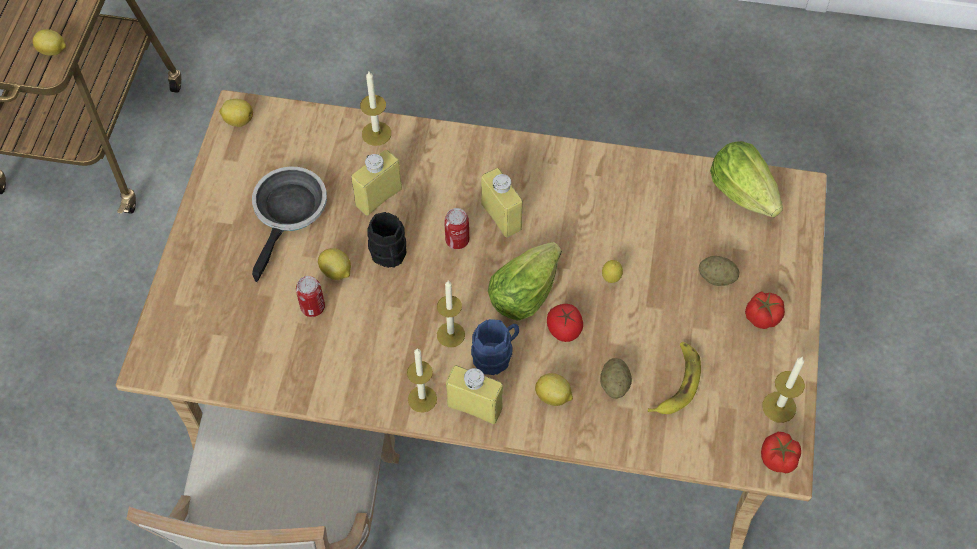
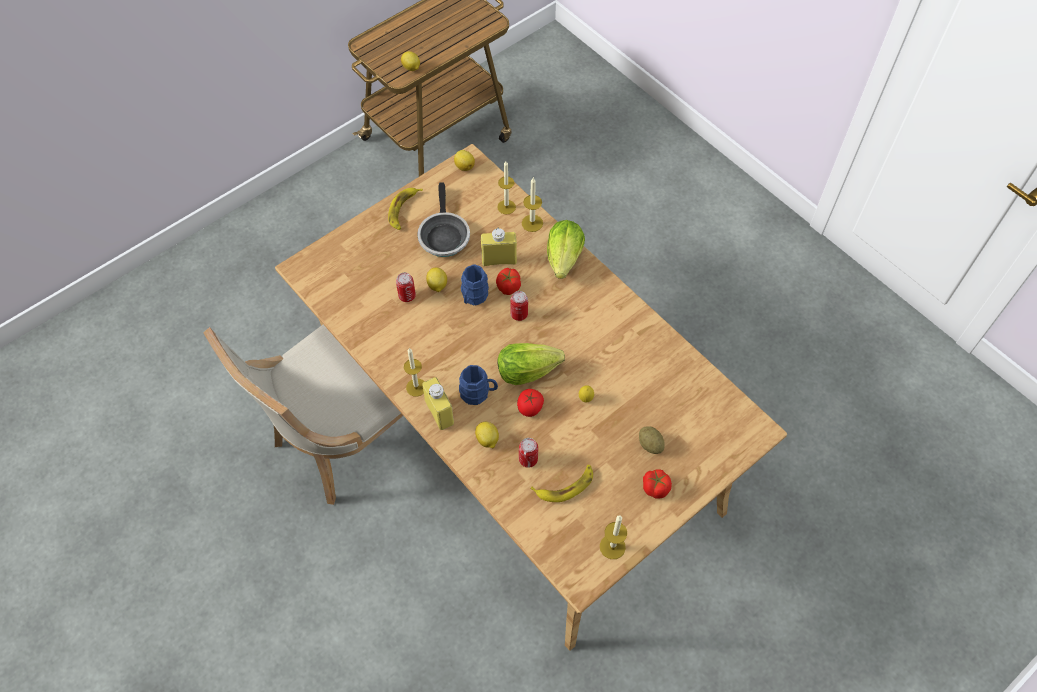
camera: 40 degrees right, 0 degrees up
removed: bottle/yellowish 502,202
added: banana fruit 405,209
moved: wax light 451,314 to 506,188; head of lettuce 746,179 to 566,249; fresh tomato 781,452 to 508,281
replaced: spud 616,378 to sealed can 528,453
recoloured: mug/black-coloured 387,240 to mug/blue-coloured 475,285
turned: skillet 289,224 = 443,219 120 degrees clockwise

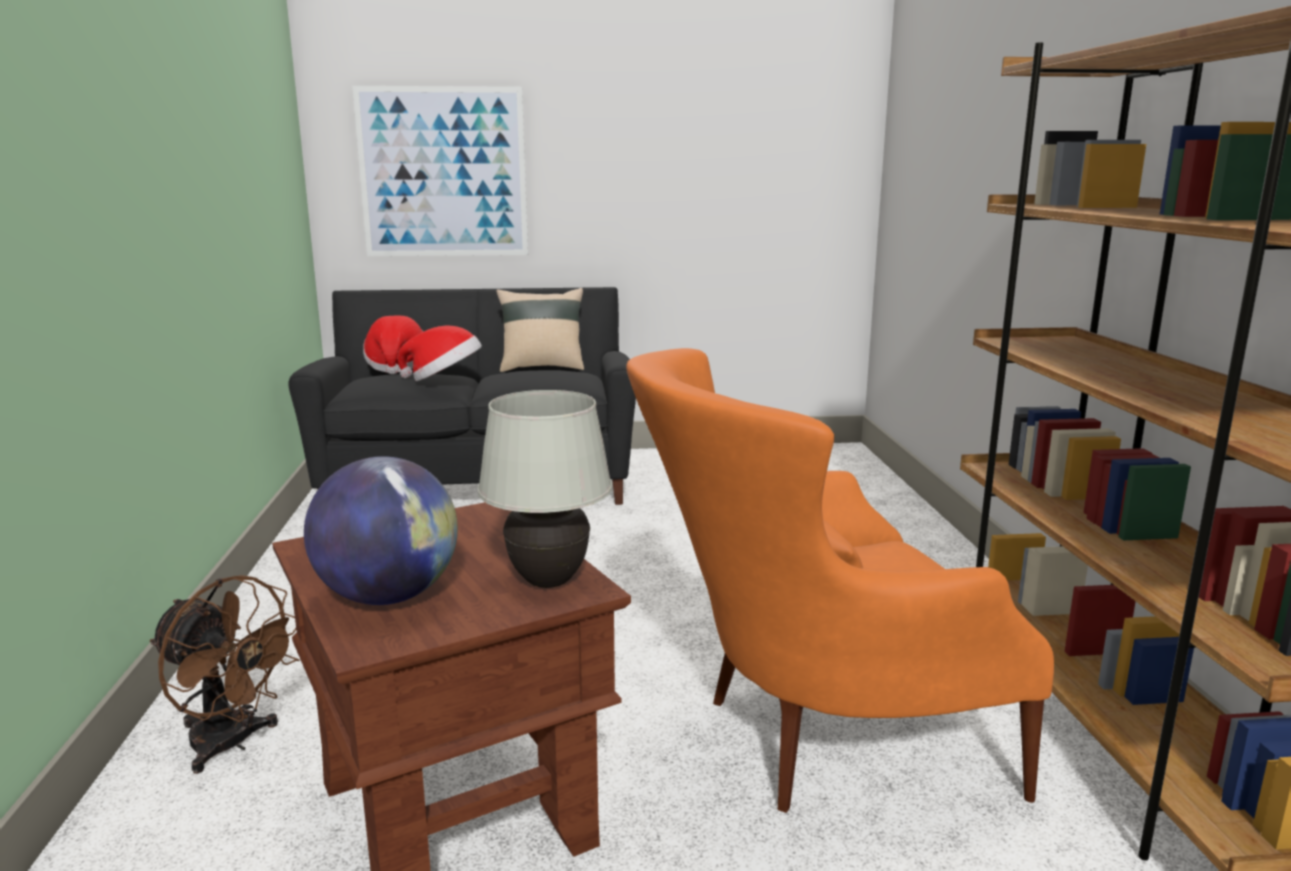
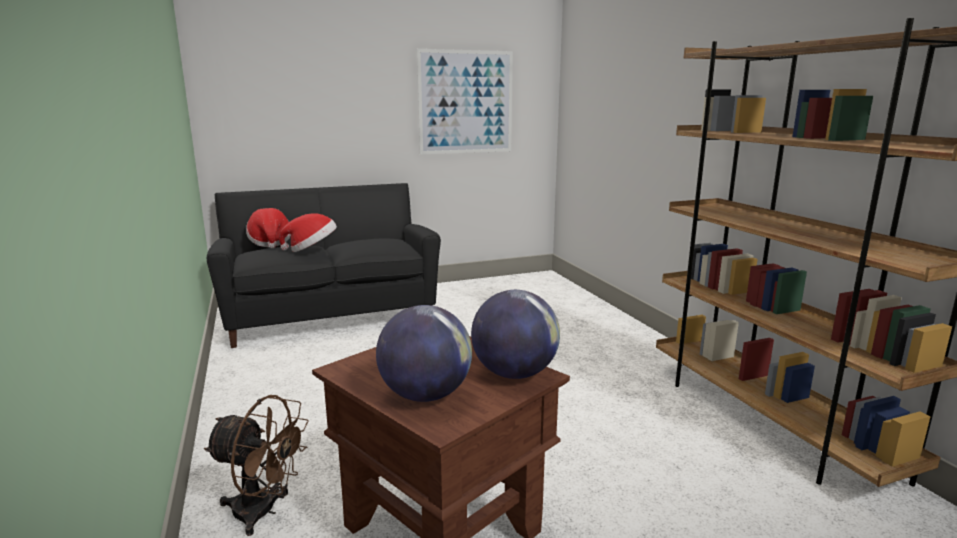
camera: 15 degrees left, 0 degrees up
removed: throw pillow/sand-coloured 540,330; armchair/orangey 840,580
moved: wall picture 440,171 to 465,101
replaced: tabletop lamp/whitish 545,489 to globe 515,334

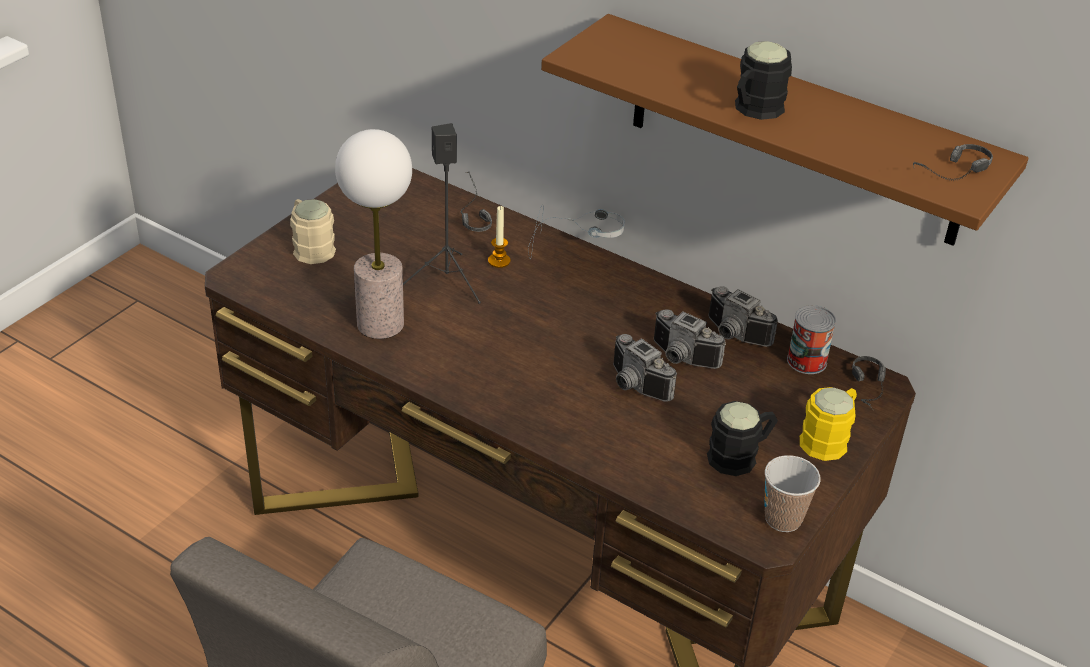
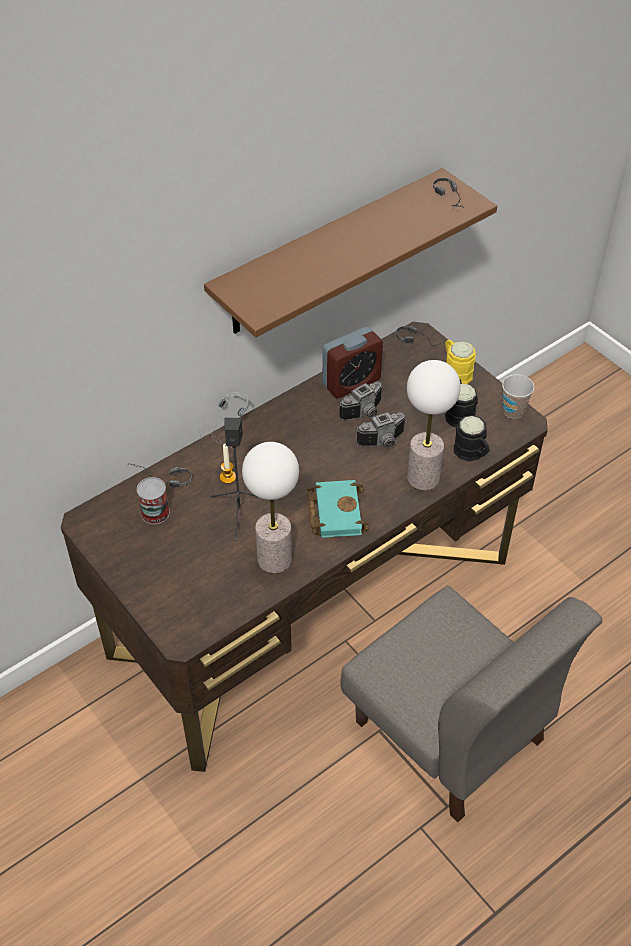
camera: 70 degrees left, 10 degrees up
removed: mug/sand-coloured 313,231
added: book/blue-green 338,509; tabletop lamp 434,425
moved: mug/black-coloured 763,80 to 472,438; sealed can 811,339 to 153,500
replaced: still camera 743,316 to bedside clock 352,362

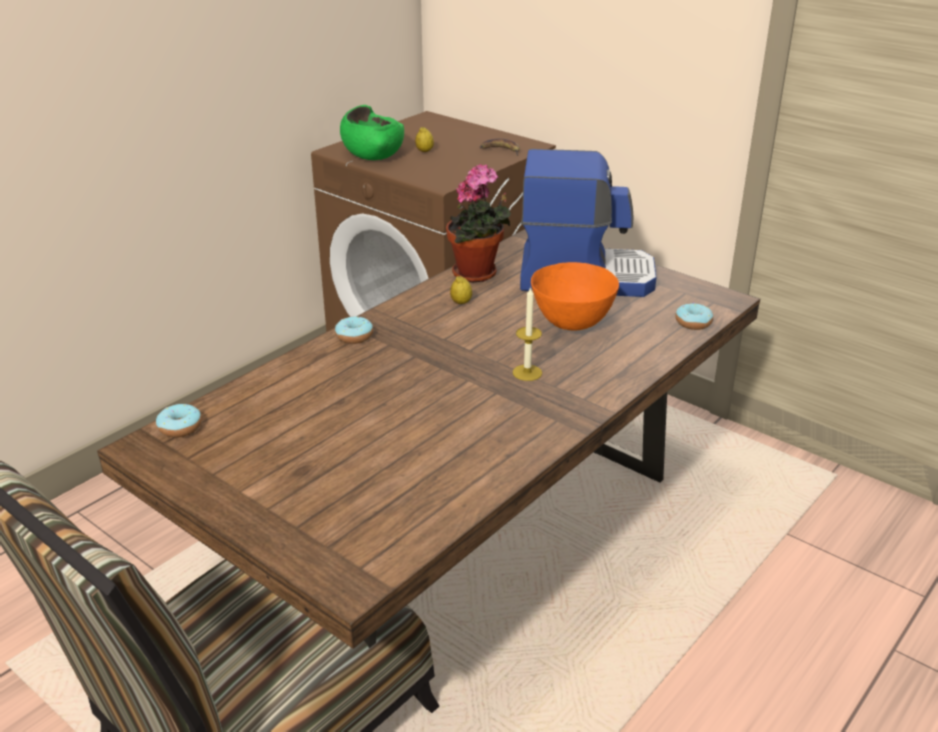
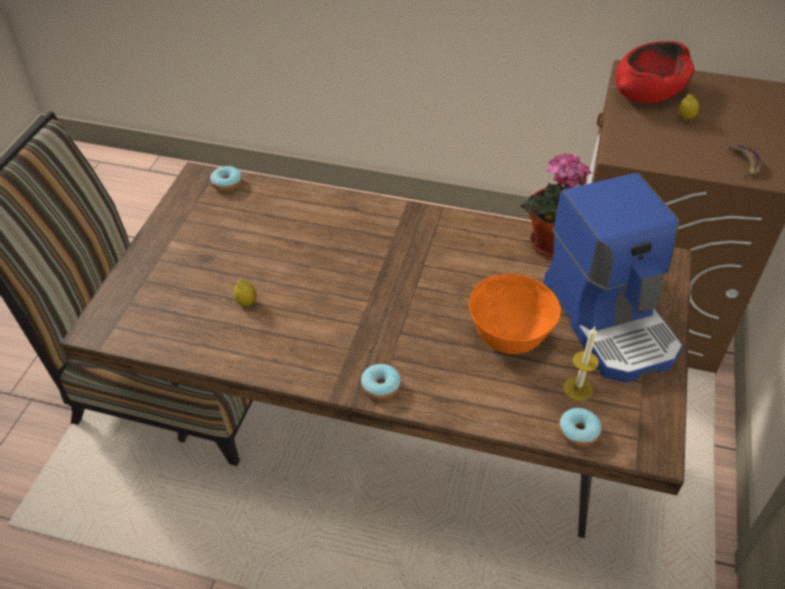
camera: 65 degrees right, 15 degrees up
moved: doughnut 354,330 to 381,382; citrus fruit 461,290 to 245,292; wax light 527,334 to 581,364
recoloured: bowl/green 372,132 to bowl/reddish 655,72

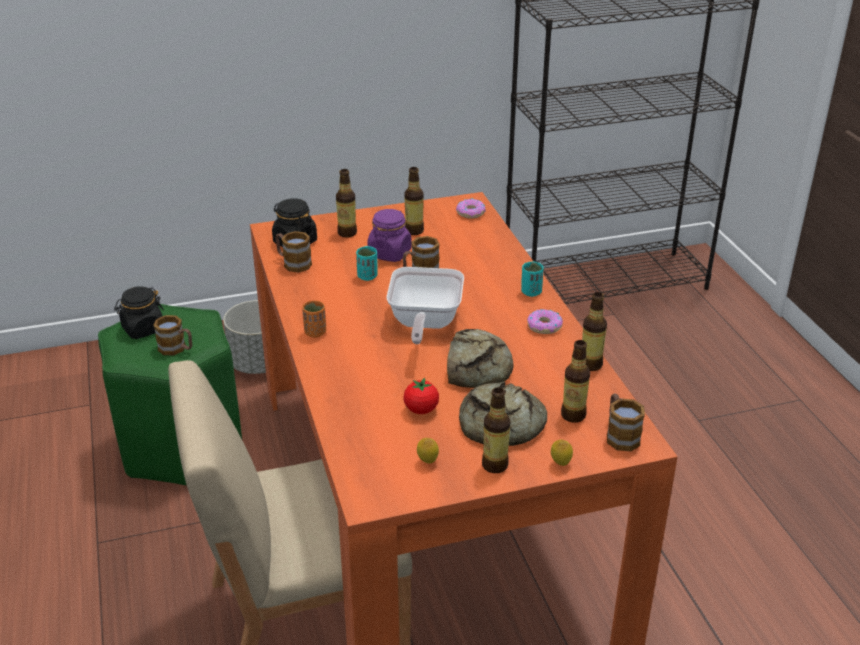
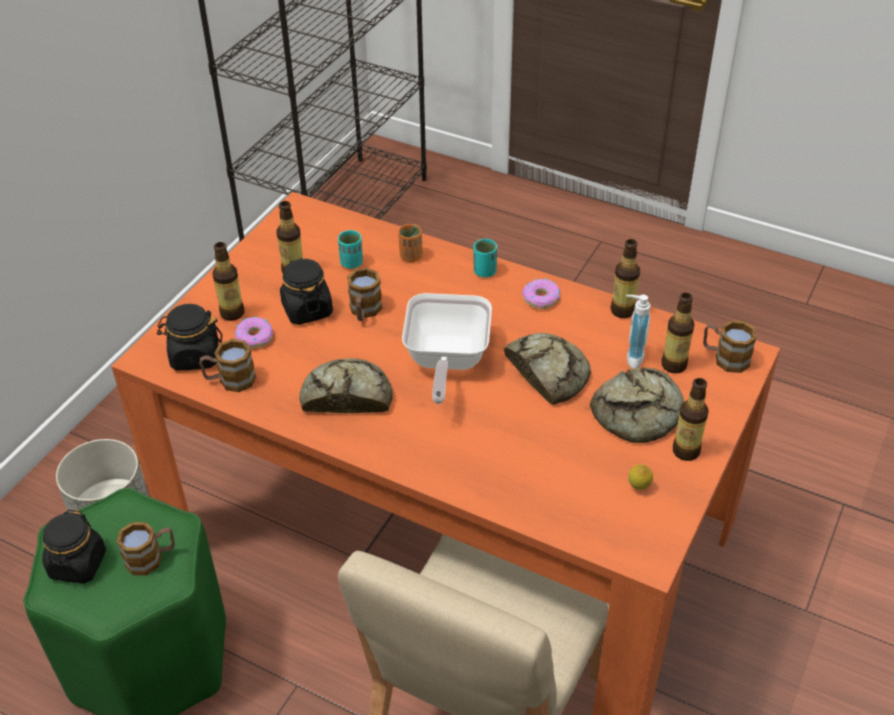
camera: 45 degrees left, 10 degrees up
removed: fresh tomato 421,396; citrus fruit 562,452
added: bakery bread 346,385; soap bottle 638,332
moved: small cup/orangey 314,319 to 410,243; small cup/blue-green 366,263 to 350,249; doughnut 471,208 to 254,332
recoloured: jar/purple-coloured 389,235 to jar/black-coloured 306,291
turned: skillet 425,305 = 447,348 45 degrees clockwise

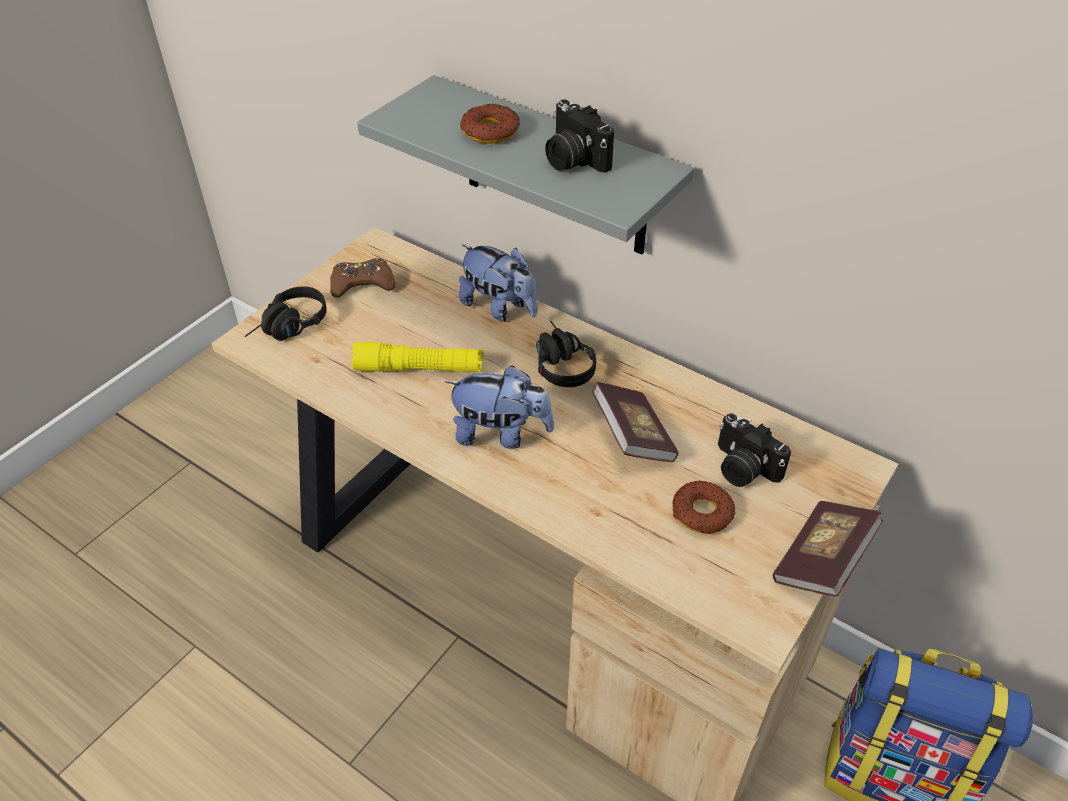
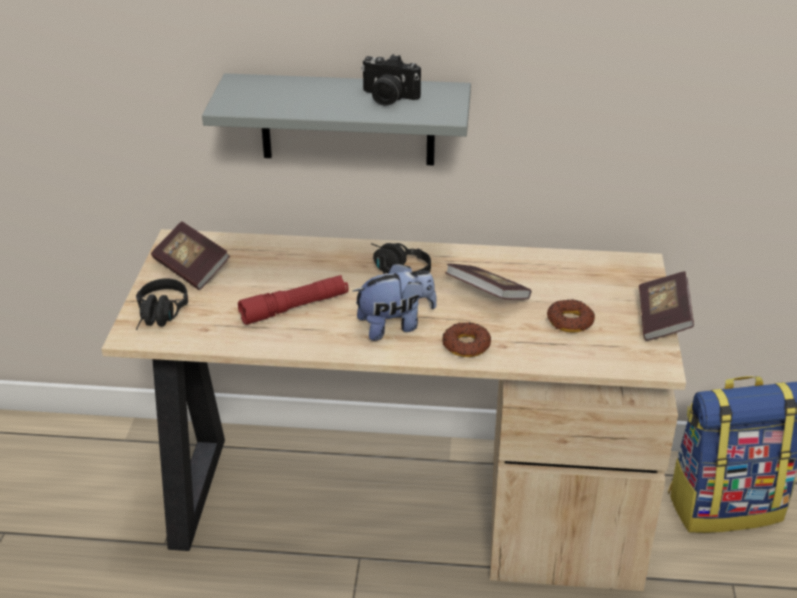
camera: 30 degrees left, 10 degrees down
removed: cuddly toy 498,283; still camera 754,450
moved: doughnut 490,124 to 466,339
replaced: gamepad/brownish 362,277 to book 190,255
recoloured: flashlight/yellowish 417,357 to flashlight/reddish 293,300

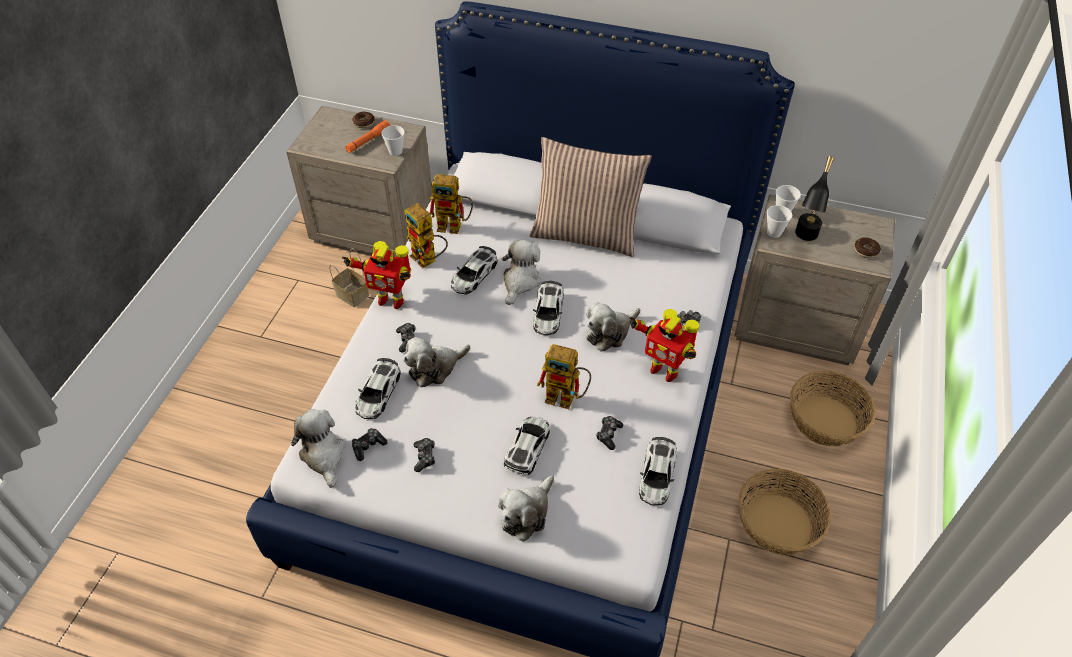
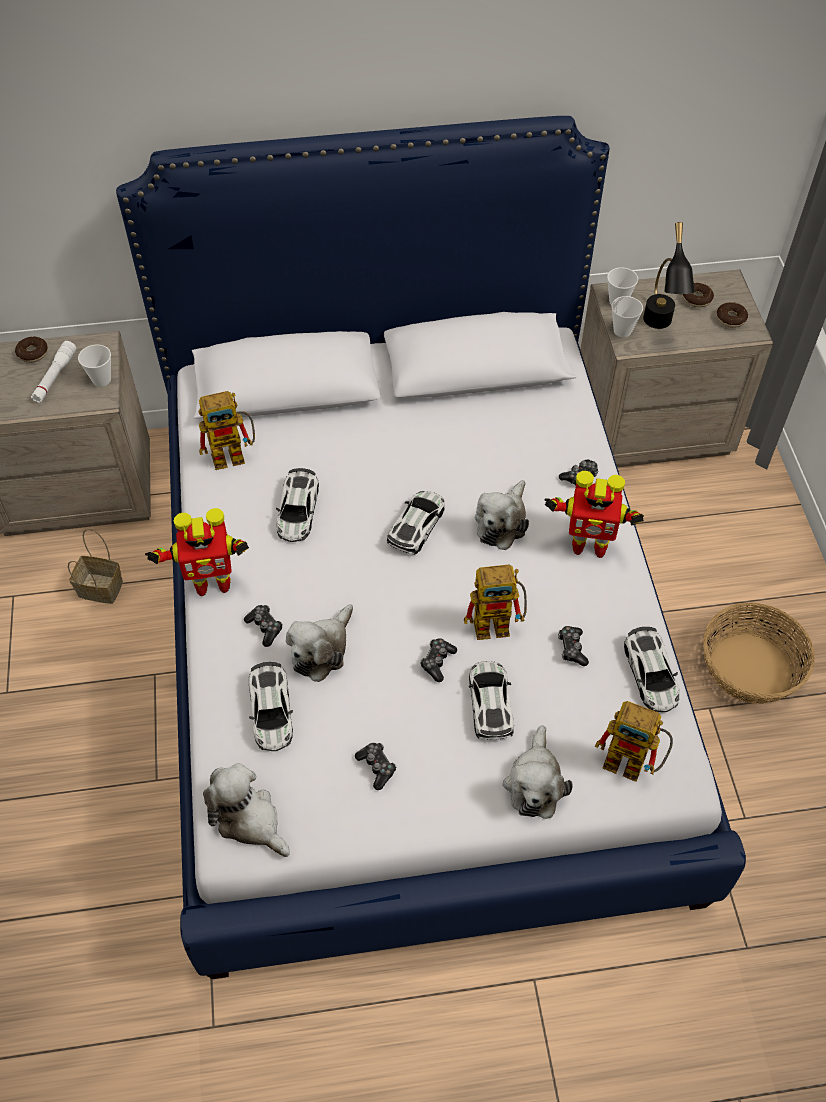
camera: 25 degrees left, 5 degrees up
removed: cuddly toy 521,272; throw pillow 591,197; basket 833,408
added: doughnut 698,295
moved: gamepad 370,444 to 438,660; toy robot 426,235 to 634,741
recoloured: flashlight/orangey 368,136 to flashlight/whitish 53,372
turned: toy car 548,308 = 416,523 135 degrees counterclockwise

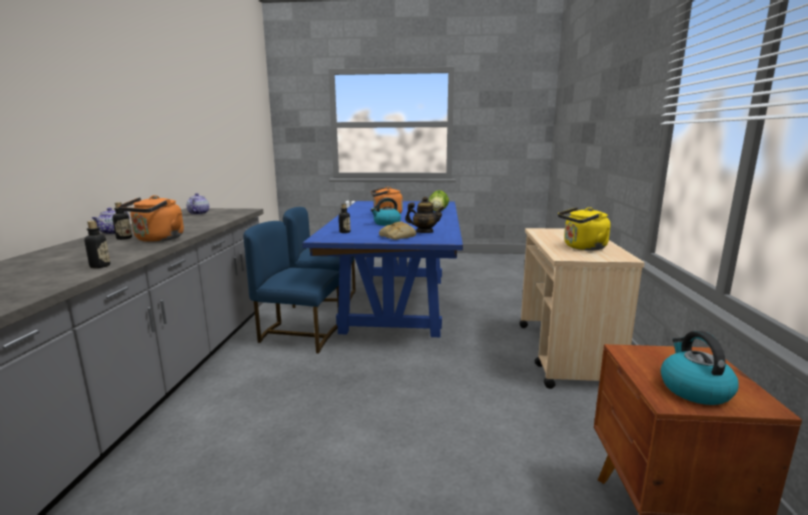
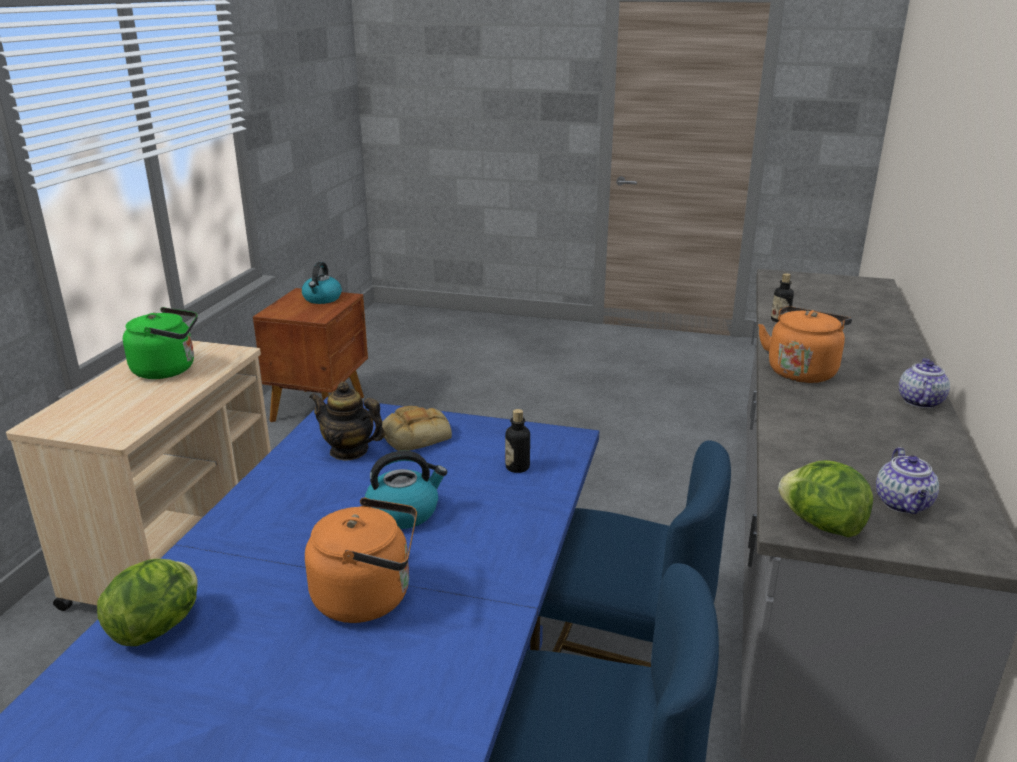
camera: 170 degrees left, 10 degrees up
removed: bottle 122,221
added: head of lettuce 825,498
recoloured: tea kettle/yellowish 584,229 to tea kettle/green 160,343

